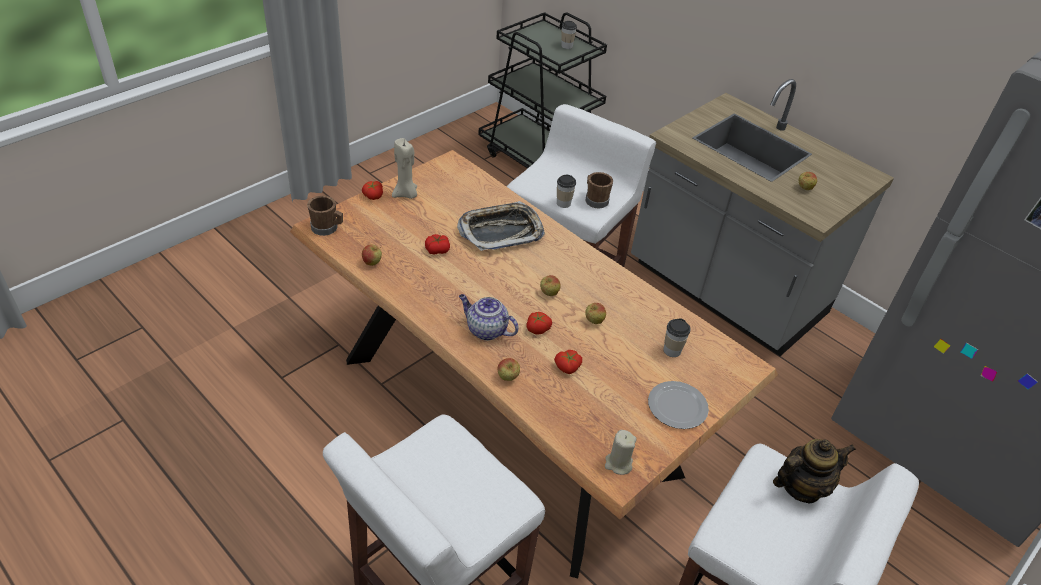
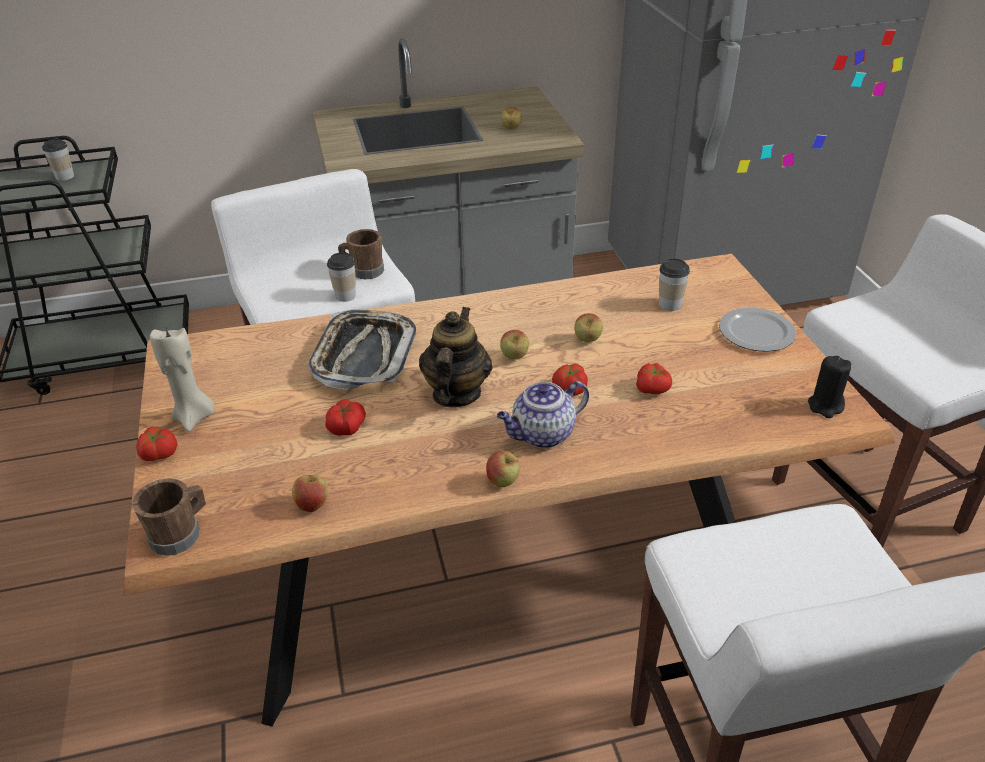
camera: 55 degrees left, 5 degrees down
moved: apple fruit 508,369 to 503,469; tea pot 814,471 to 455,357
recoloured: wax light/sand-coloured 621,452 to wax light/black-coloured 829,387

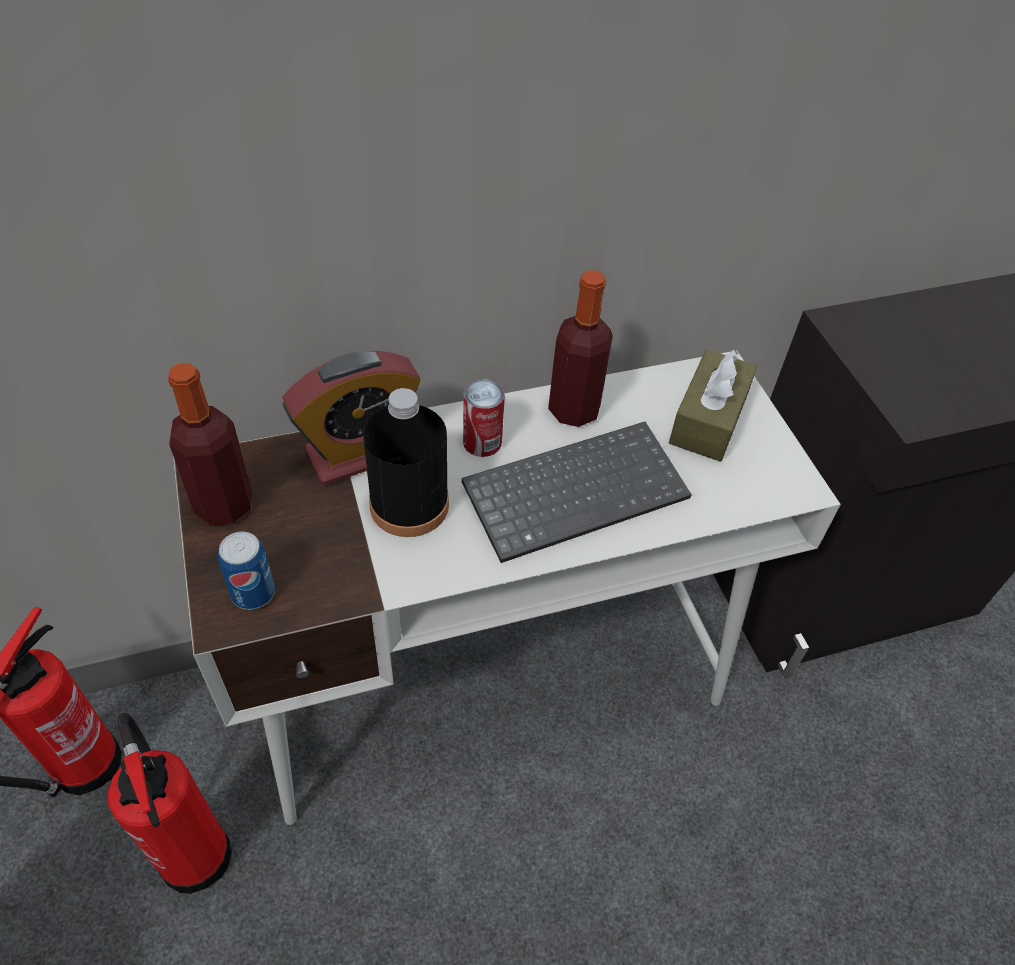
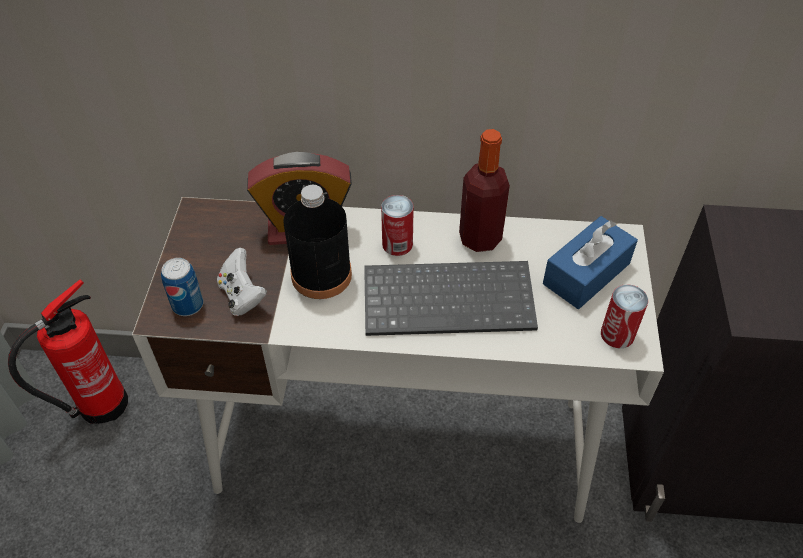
camera: 25 degrees right, 0 degrees up
removed: extinguisher 169,803; bottle 210,444
added: gamepad/whitish 242,282; sealed can 624,316
recoloured: tissue holder/brownish 713,405 to tissue holder/blue-coloured 590,262

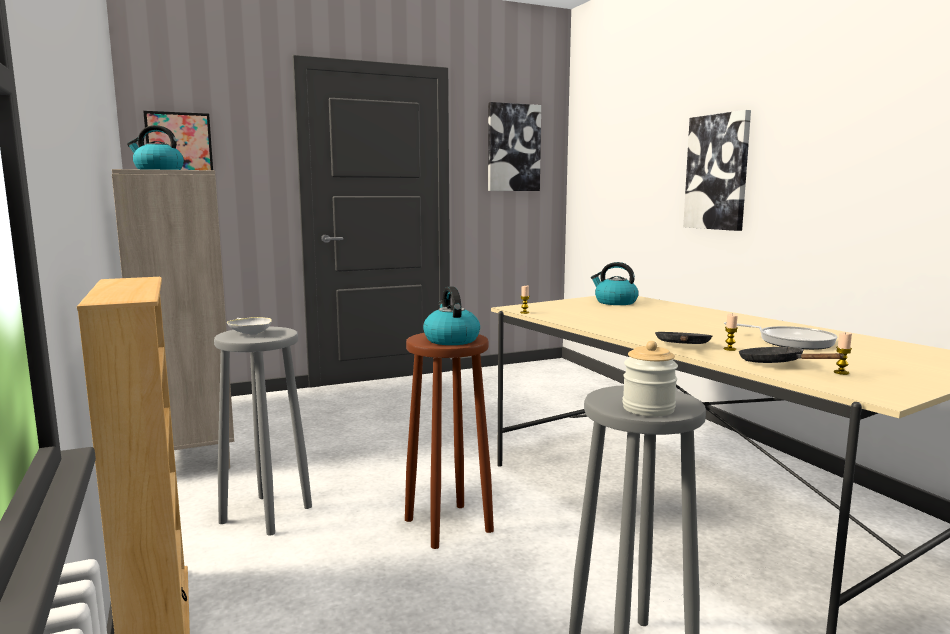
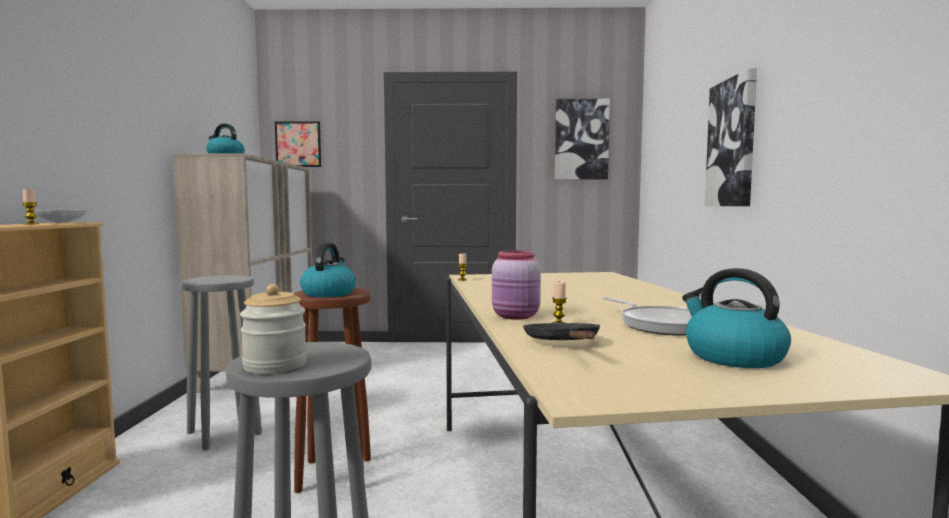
camera: 25 degrees right, 5 degrees down
moved: bowl/whitish 249,326 to 61,216; tea kettle 615,283 to 736,318; wax light 843,353 to 30,206
replaced: skillet/black-coloured 683,338 to jar/pink-coloured 516,285

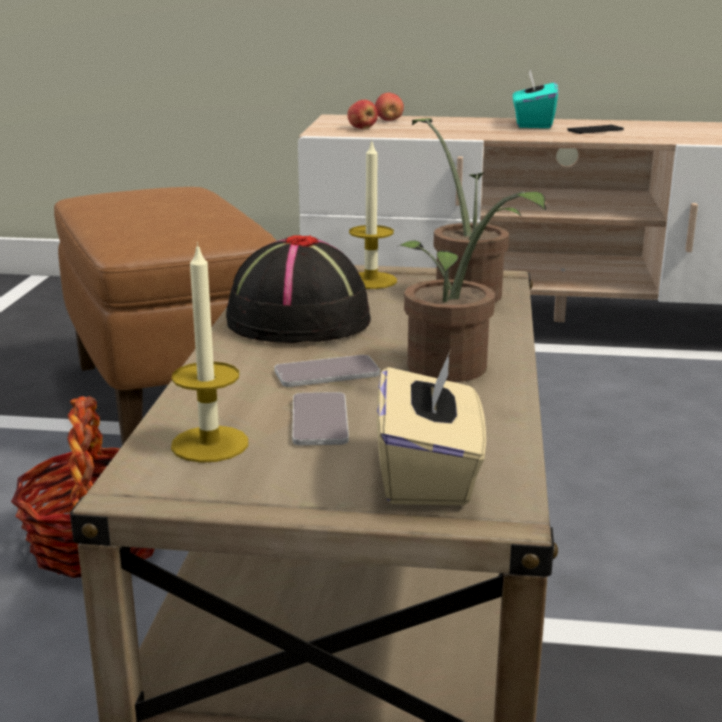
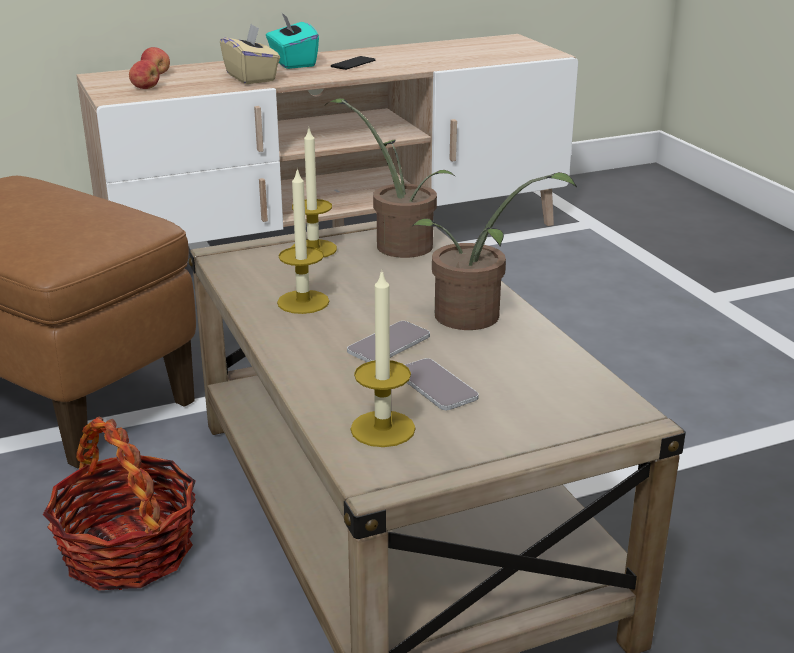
camera: 30 degrees left, 5 degrees up
moved: tissue holder/sand-coloured 431,429 to 250,54
replaced: hat/black-coloured 298,289 to wax light 303,241

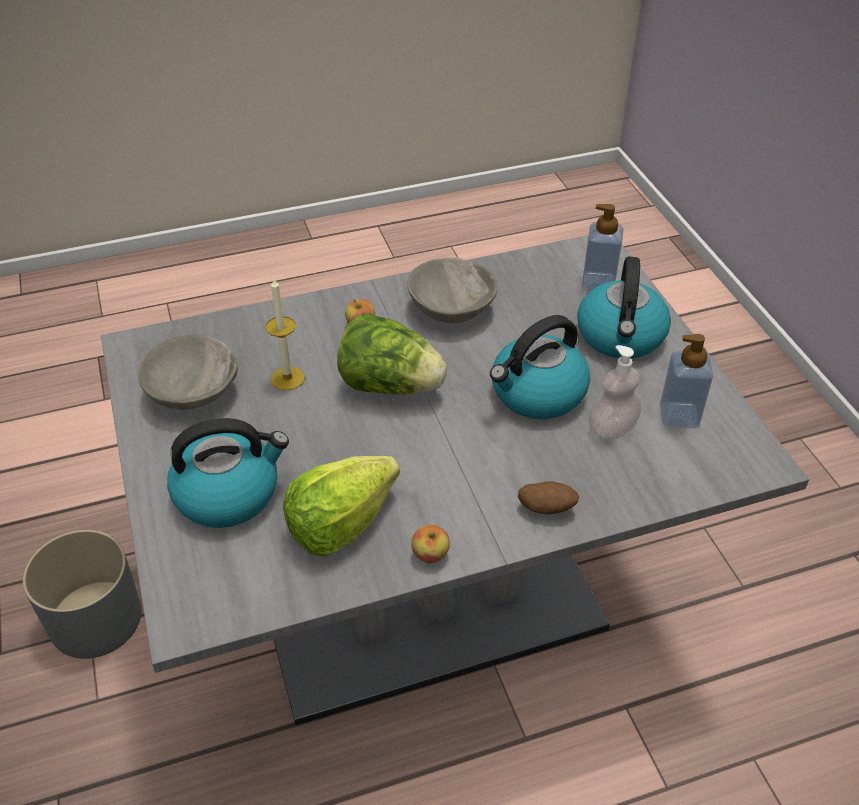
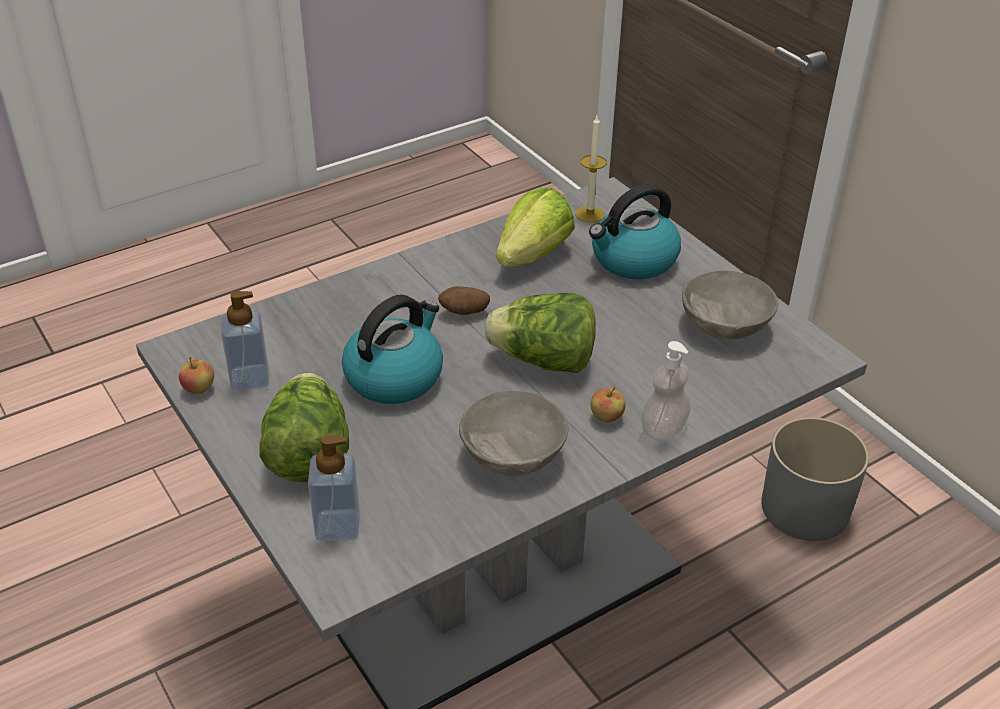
camera: 165 degrees right, 5 degrees down
moved: wax light 285,334 to 591,169; apple fruit 430,544 to 196,375; spud 548,497 to 464,300; soap bottle 615,393 to 666,391
replaced: tea kettle 624,308 to head of lettuce 304,427

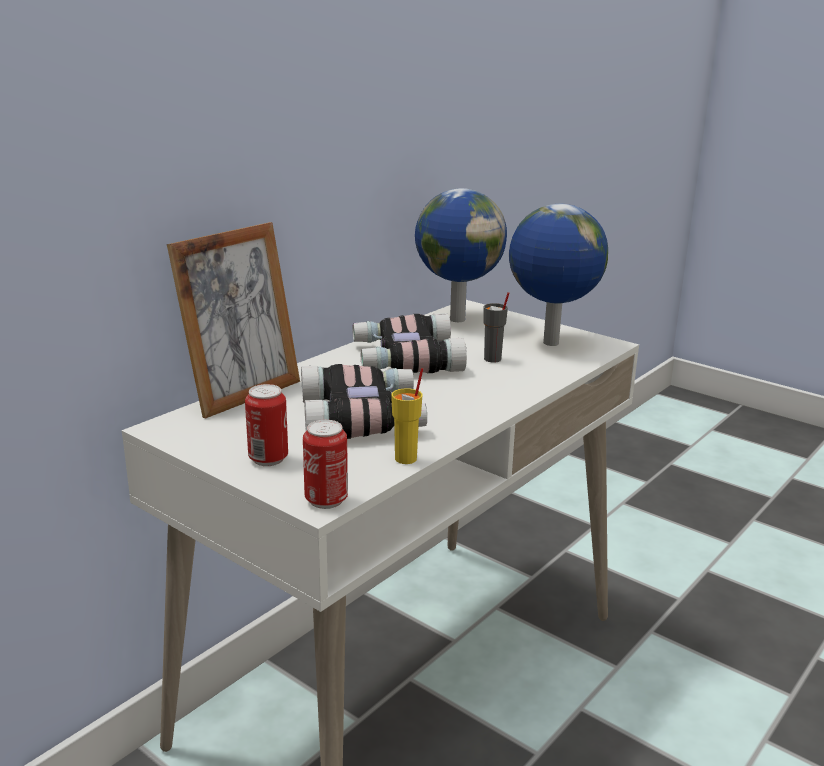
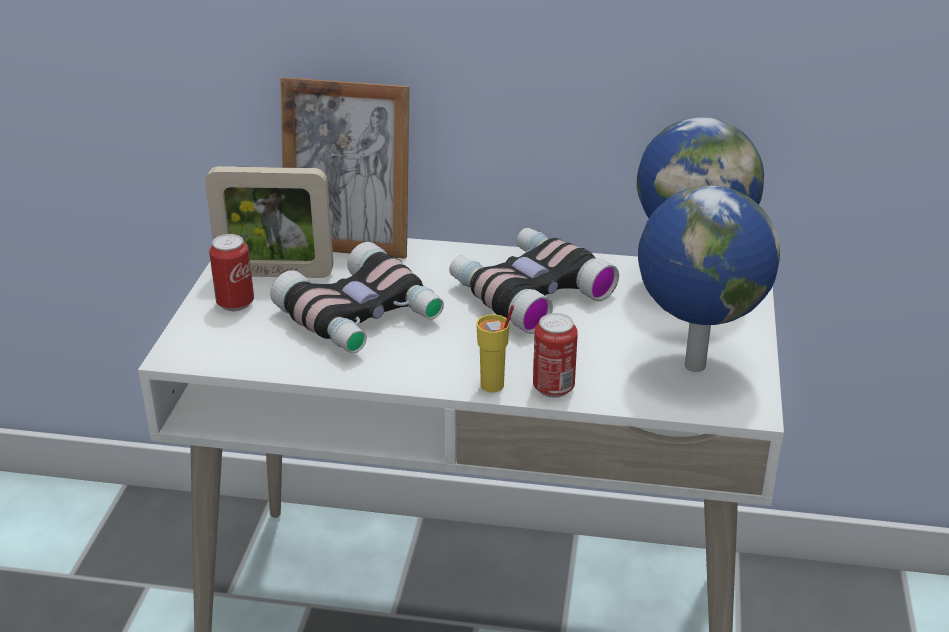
camera: 60 degrees right, 10 degrees up
removed: small cup/gray 496,327
added: standing frame 269,222
moved: sealed can 325,464 to 555,355; small cup/yellowish 407,416 to 495,348

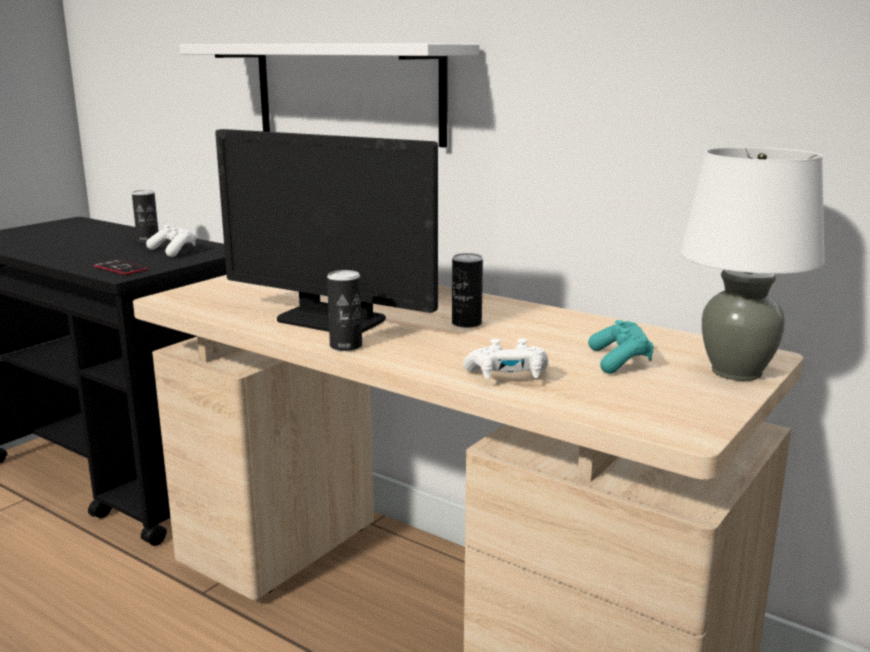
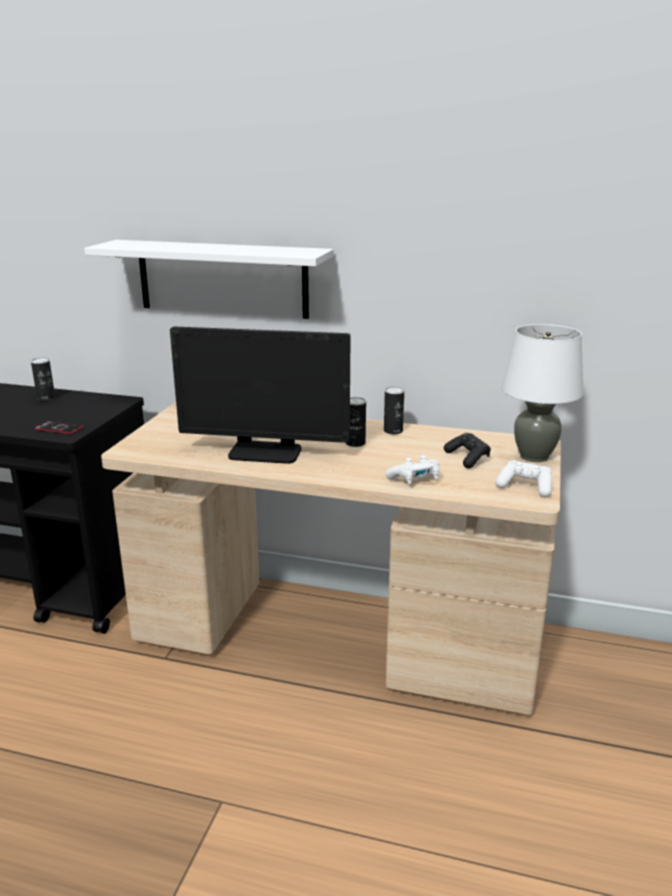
camera: 20 degrees left, 5 degrees up
moved: gamepad/whitish 171,241 to 524,478; sealed can 344,310 to 394,411
recoloured: gamepad/blue-green 621,347 to gamepad/black-coloured 467,451

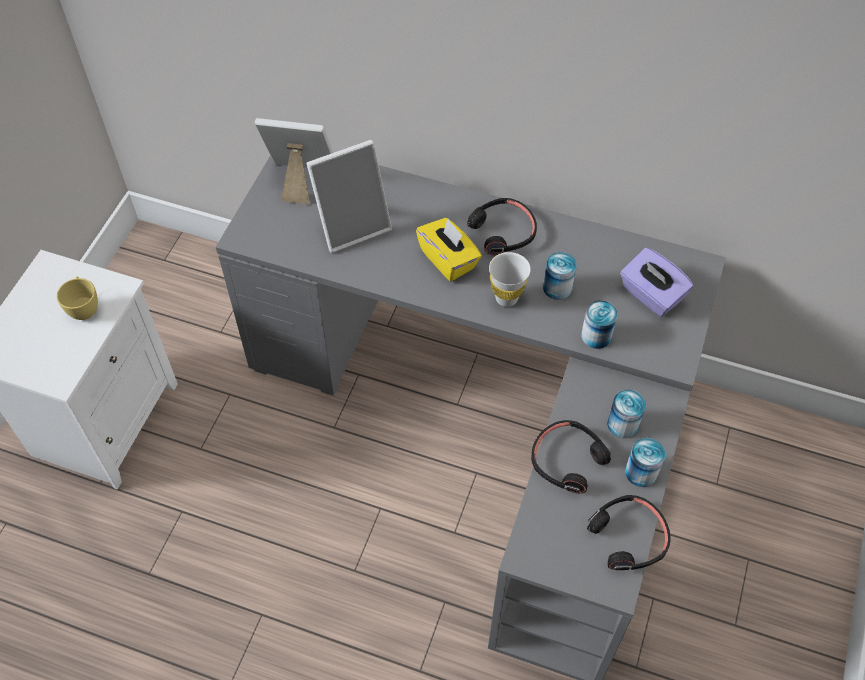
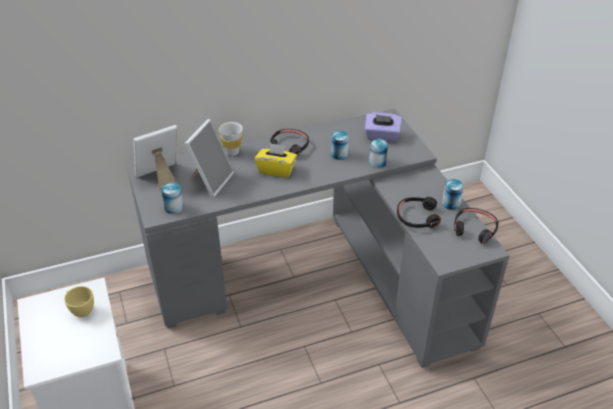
camera: 40 degrees left, 15 degrees down
moved: small cup/whitish 510,279 to 231,139; sealed can 626,414 to 172,198

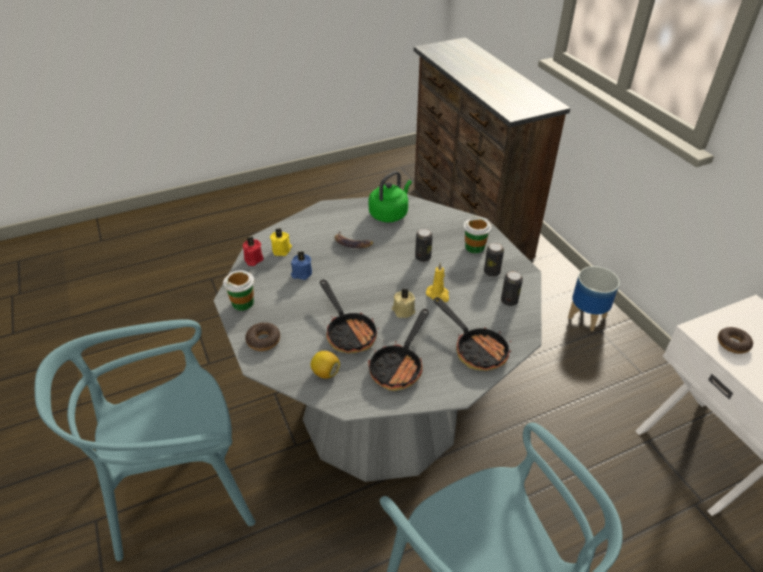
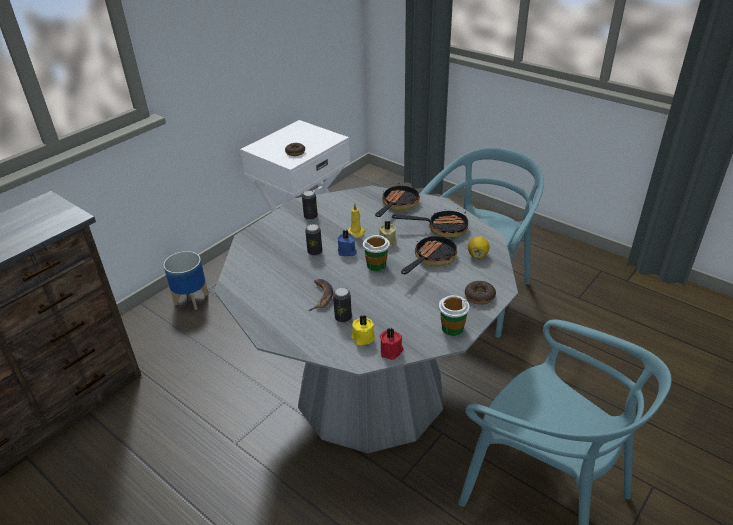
camera: 115 degrees left, 5 degrees down
removed: tea kettle/green 390,197
moved: wax light/blue-coloured 301,265 to 347,243; small cup 477,235 to 376,253; sealed can 512,288 to 342,304

